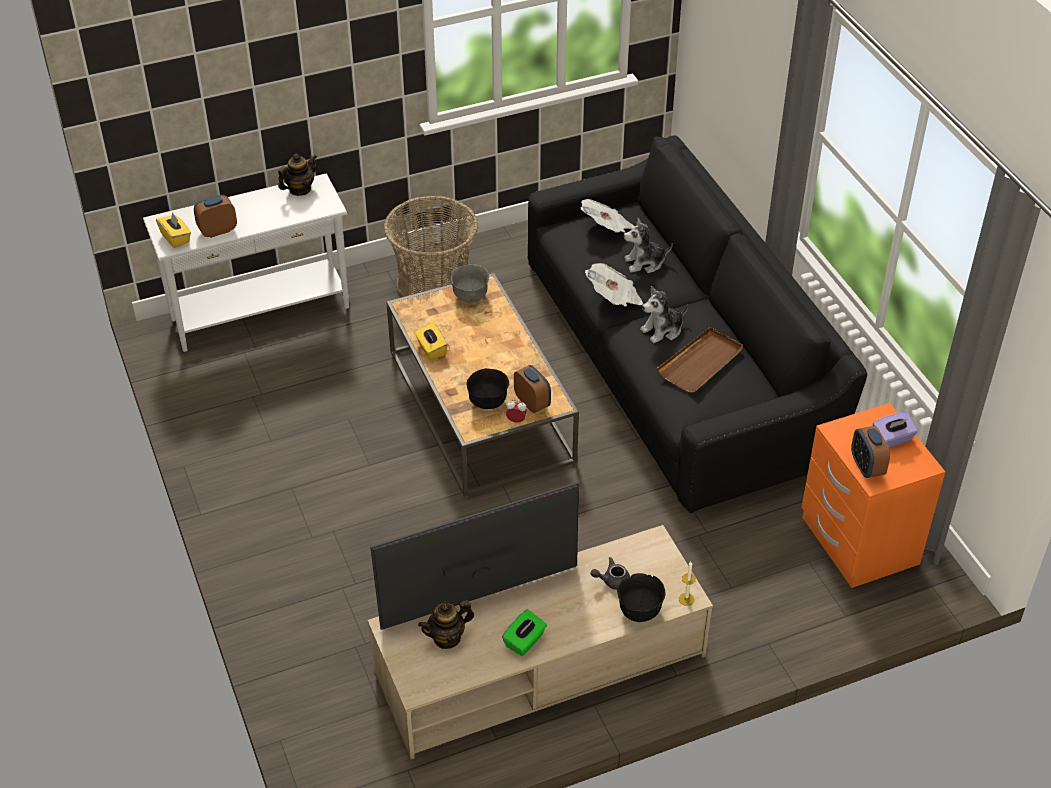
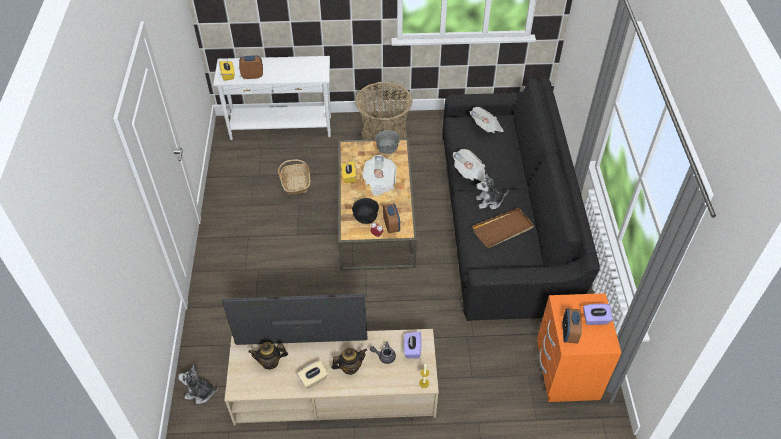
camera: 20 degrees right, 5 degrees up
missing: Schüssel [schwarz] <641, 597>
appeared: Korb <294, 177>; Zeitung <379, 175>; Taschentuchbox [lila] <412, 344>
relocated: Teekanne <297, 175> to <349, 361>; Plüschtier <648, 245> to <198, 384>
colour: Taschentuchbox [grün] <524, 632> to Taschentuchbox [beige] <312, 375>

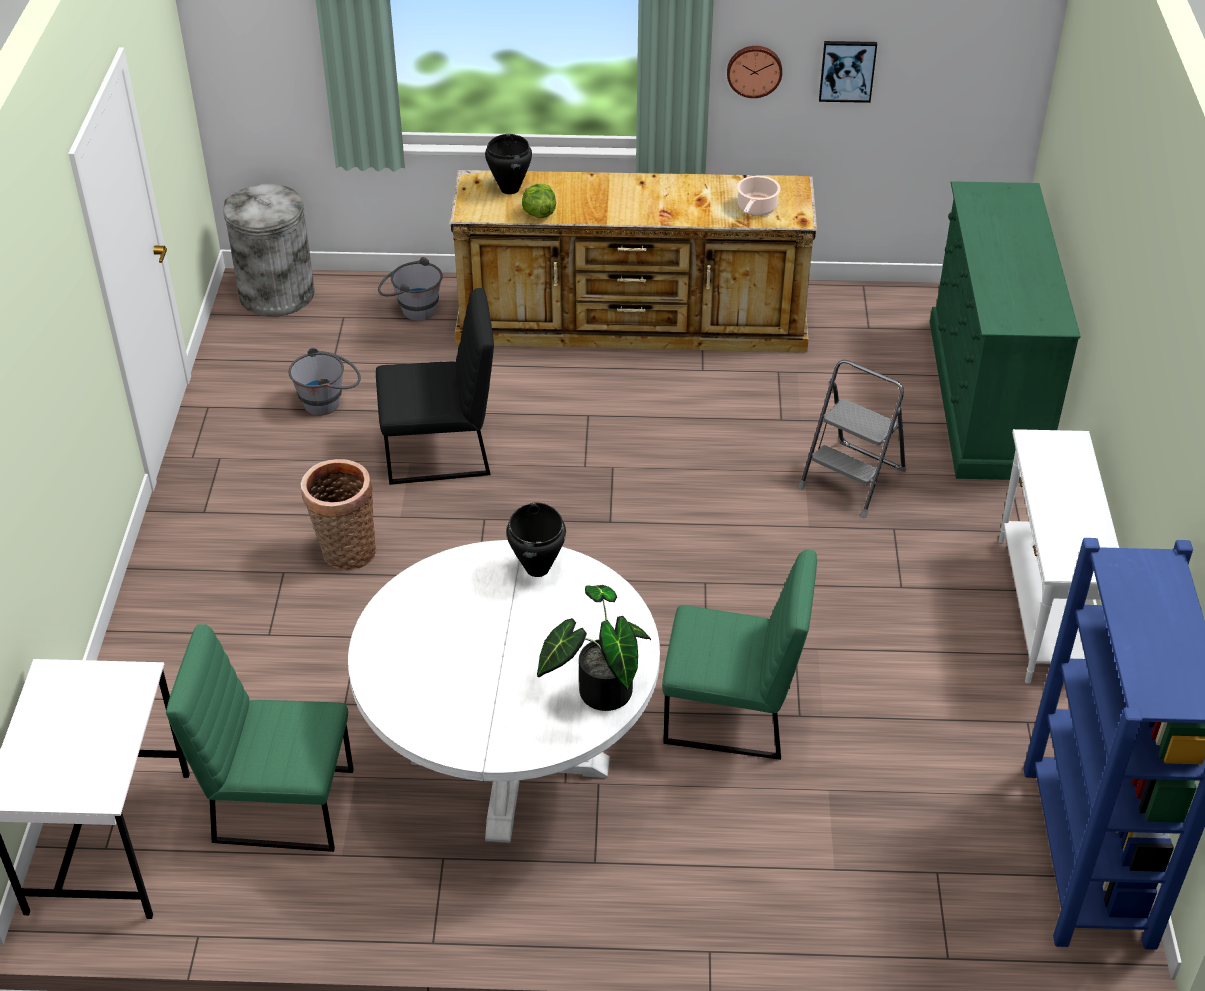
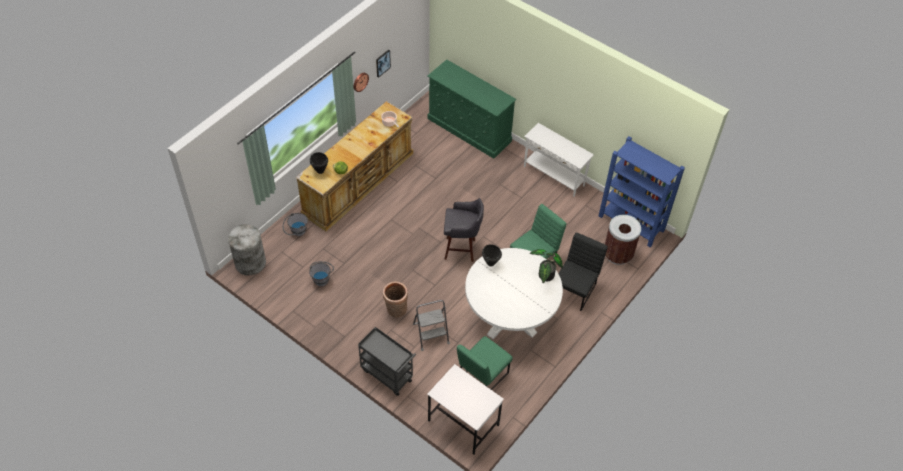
camera: 55 degrees left, 10 degrees up
appeared: Rollwagen [grau] <387, 361>; Hocker [grau] <464, 230>; Mülleimer [braun] <623, 240>
relocated: Stuhl [schwarz] <435, 386> to <583, 271>; Trittleiter [grau] <851, 439> to <431, 325>

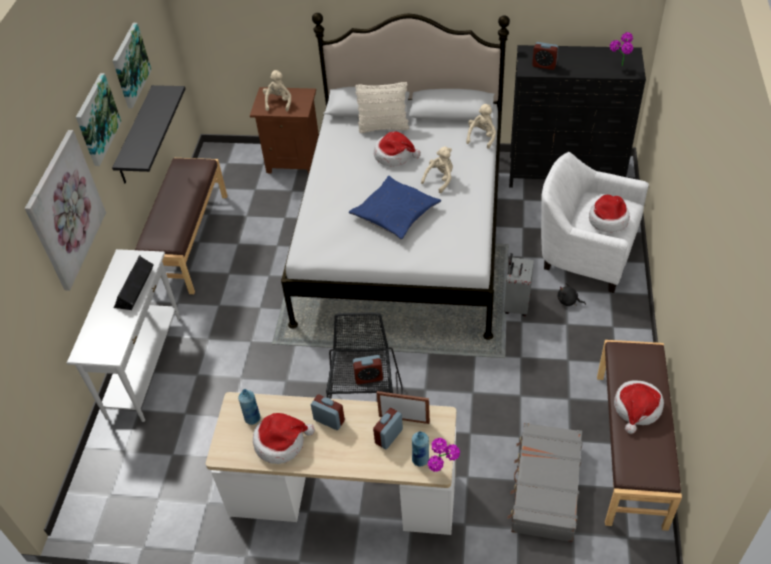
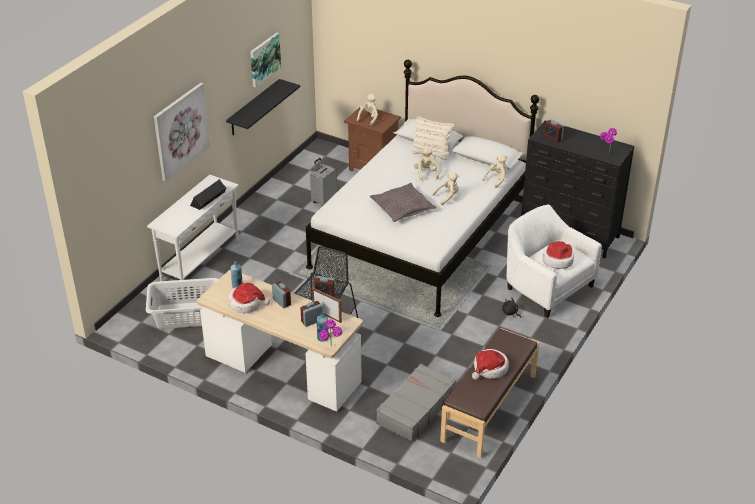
camera: 20 degrees right, 10 degrees down
missing: Bild <99, 119>; Bank [braun] <181, 226>
appeared: Wäschekorb [grau] <182, 303>
relocated: Koffer [grau] <519, 284> to <323, 182>
exchanged: Hut <397, 148> to Plüschtier [beige] <427, 163>
colour: Kissen [blau] <395, 208> to Kissen [grau] <403, 202>

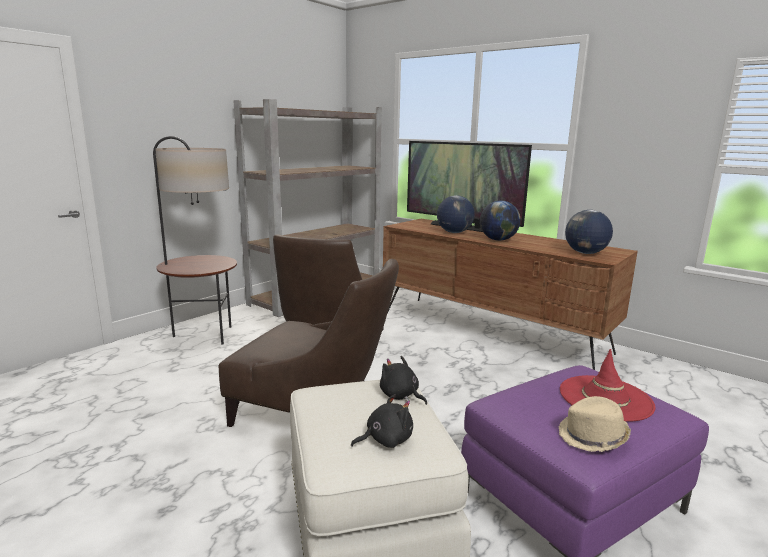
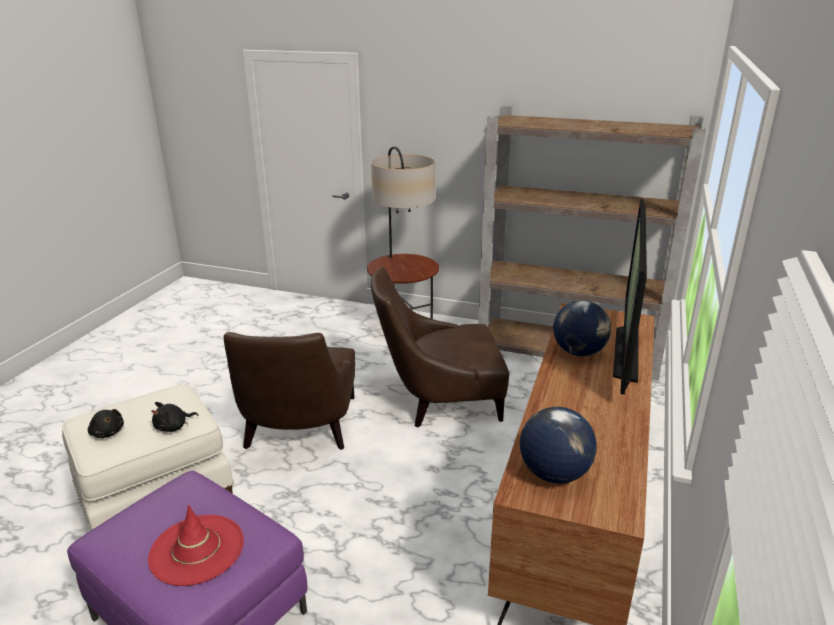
camera: 70 degrees right, 10 degrees up
missing: Globus <500, 221>; Hut [beige] <595, 424>
spun: Plüschtier [schwarz] <403, 380> = <174, 417> 150 degrees counterclockwise

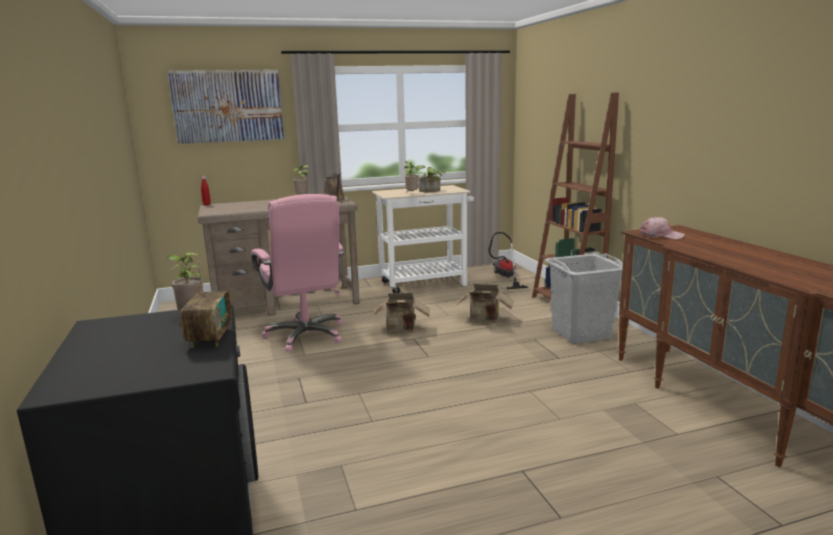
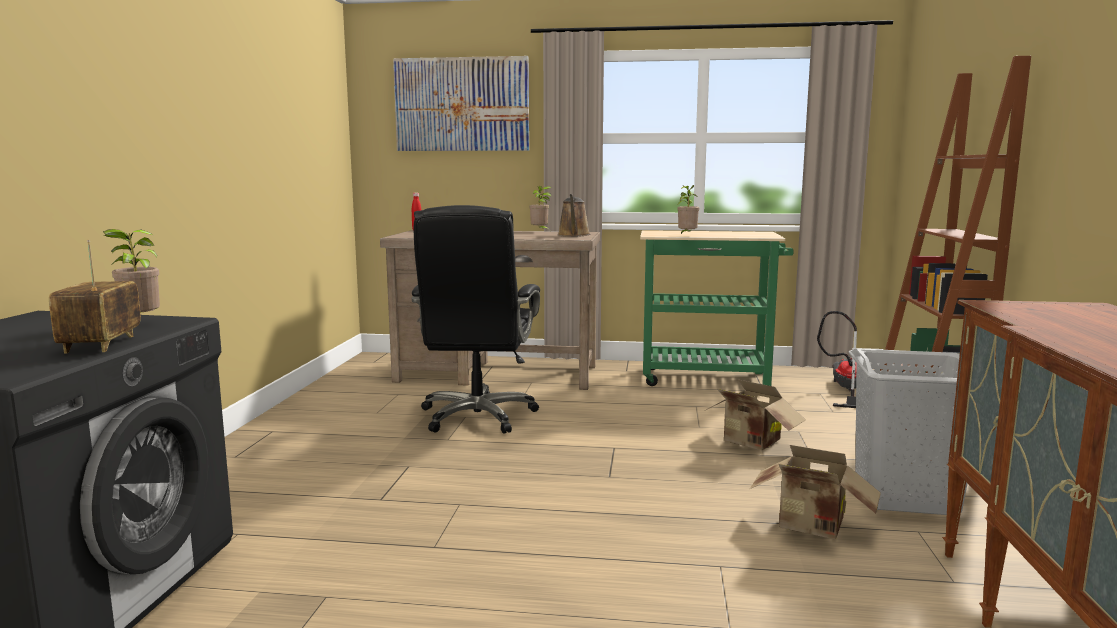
camera: 25 degrees right, 5 degrees down
missing: Topfpflanze <430, 178>; Kappe [rosa] <662, 228>
relocated: Karton <400, 313> to <815, 492>
colour: Bürostuhl [rosa] <297, 273> to Bürostuhl [schwarz] <476, 319>; Rollwagen [weiß] <423, 239> to Rollwagen [grün] <717, 308>
spun: Radio <206, 304> = <95, 297> 150 degrees clockwise

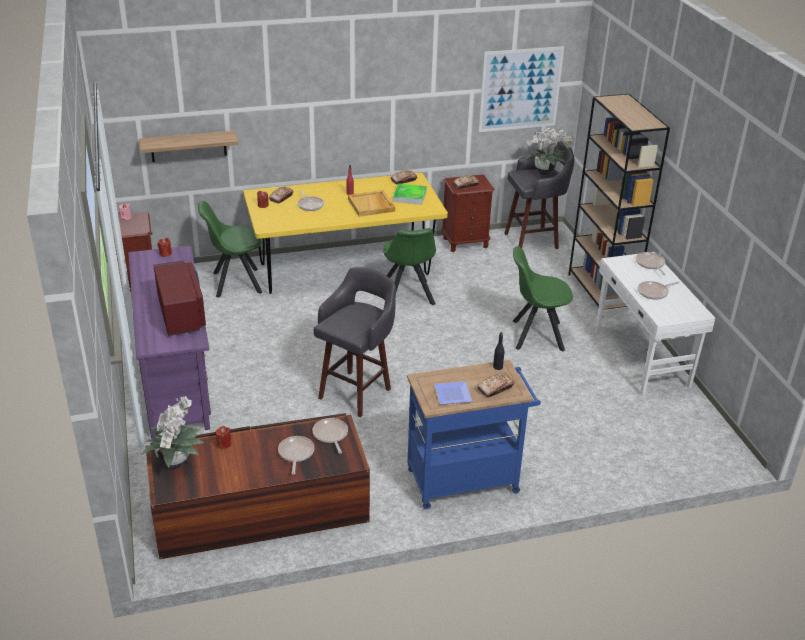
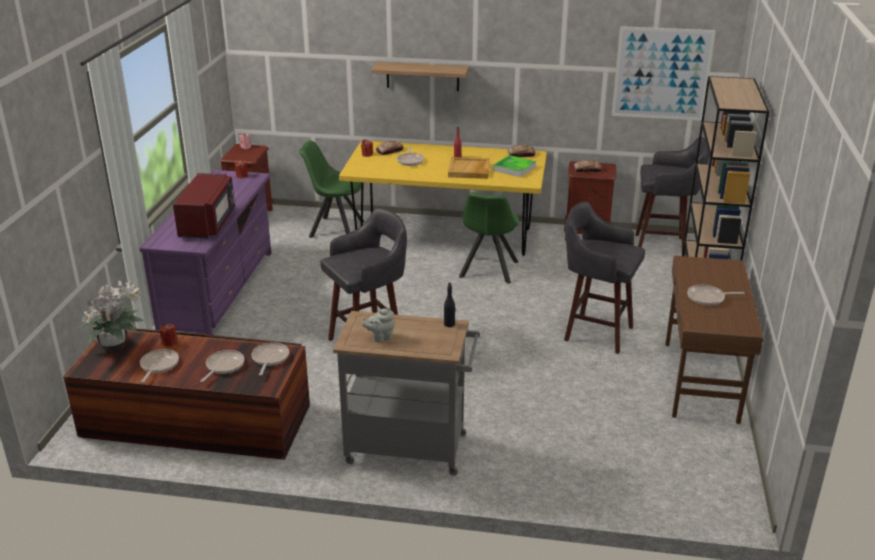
camera: 25 degrees right, 5 degrees down
missing: Brot <495, 385>; Topfpflanze <550, 151>
relocated: Wandregal <188, 146> to <420, 76>; Pfanne <651, 263> to <159, 366>
exchanged: Teller <453, 393> to Teekanne [grau] <378, 325>; Stuhl [grün] <543, 299> to Hocker [grau] <604, 277>
colour: Rollwagen [blau] <474, 434> to Rollwagen [grau] <406, 393>; Konsolentisch [weiß] <655, 324> to Konsolentisch [braun] <715, 340>

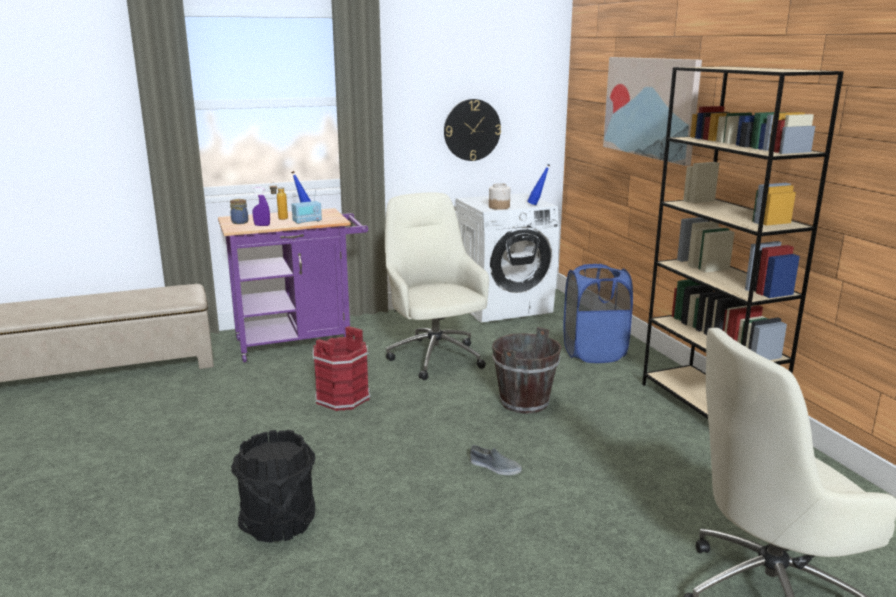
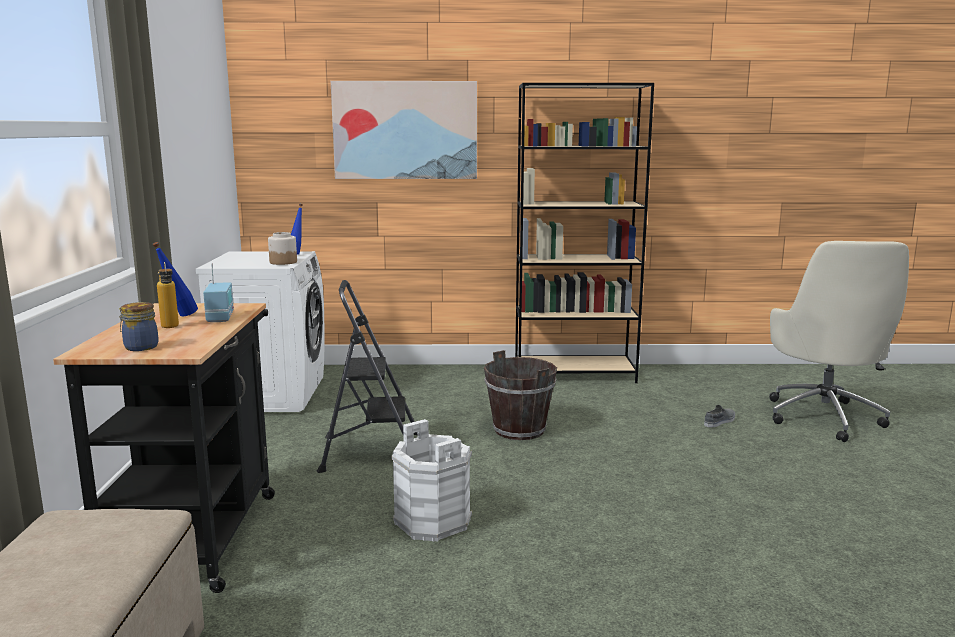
camera: 70 degrees left, 5 degrees down
missing: Eimer [schwarz] <273, 486>; Sprühflasche [lila] <261, 206>; Wanduhr <472, 130>; Wäschekorb [blau] <598, 313>
relocated: Schuh [grau] <495, 460> to <719, 416>
exchanged: Bürostuhl [beige] <437, 286> to Trittleiter [schwarz] <367, 376>
colour: Rollwagen [lila] <293, 285> to Rollwagen [schwarz] <164, 448>; Eimer [rot] <342, 368> to Eimer [weiß] <431, 480>

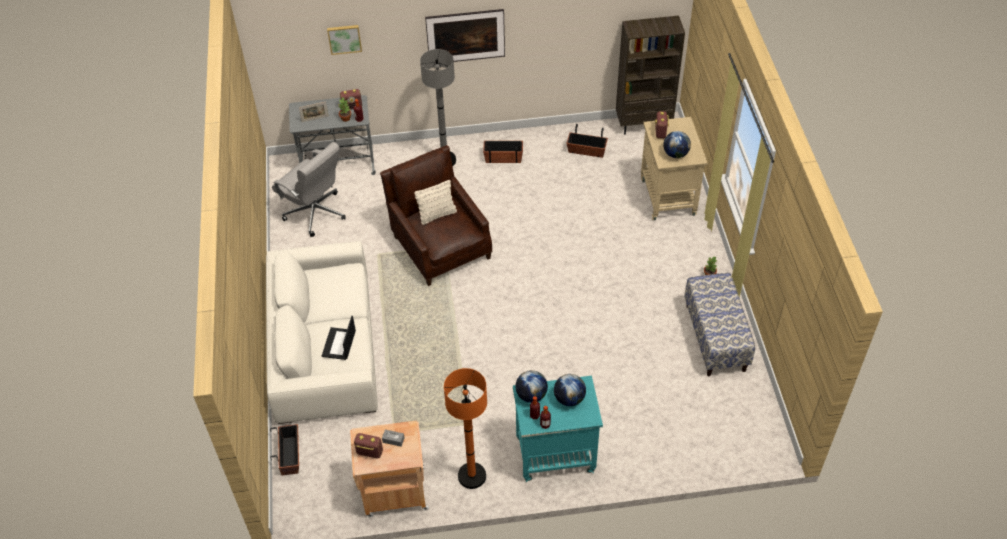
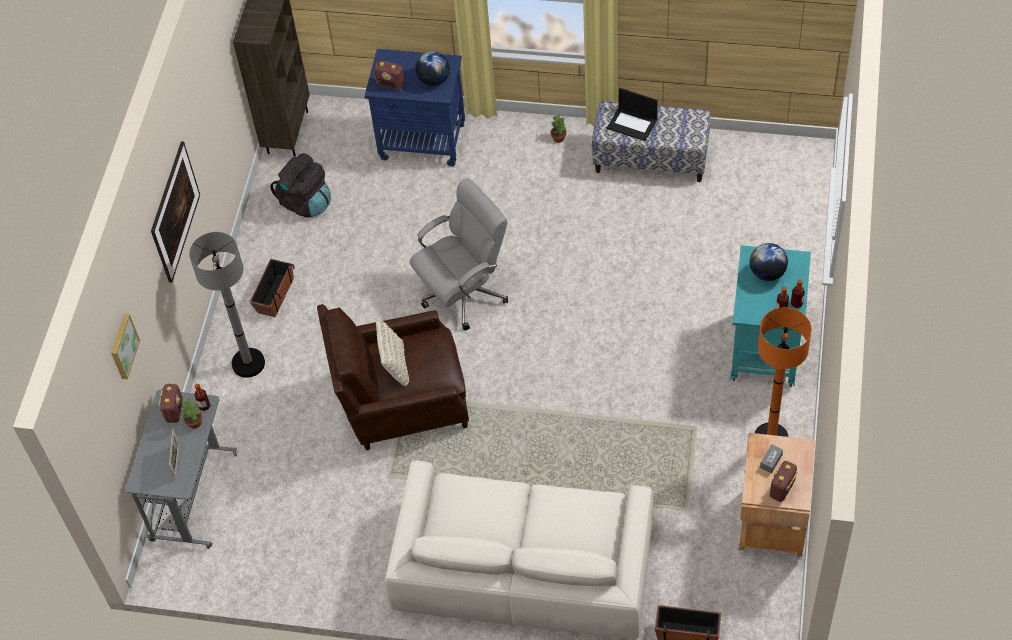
camera: 70 degrees left, 5 degrees up
missing: Globus <532, 386>
relocated: Bürostuhl [grau] <308, 189> to <459, 254>; Laptop <339, 338> to <632, 114>
exchanged: Pflanzkübel <587, 141> to Rucksack [schwarz] <300, 185>
colour: Rollwagen [beige] <674, 168> to Rollwagen [blau] <414, 108>

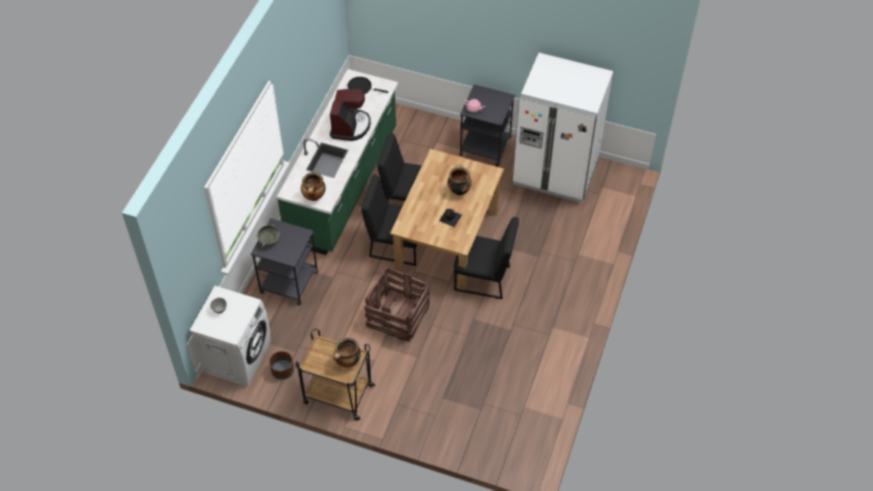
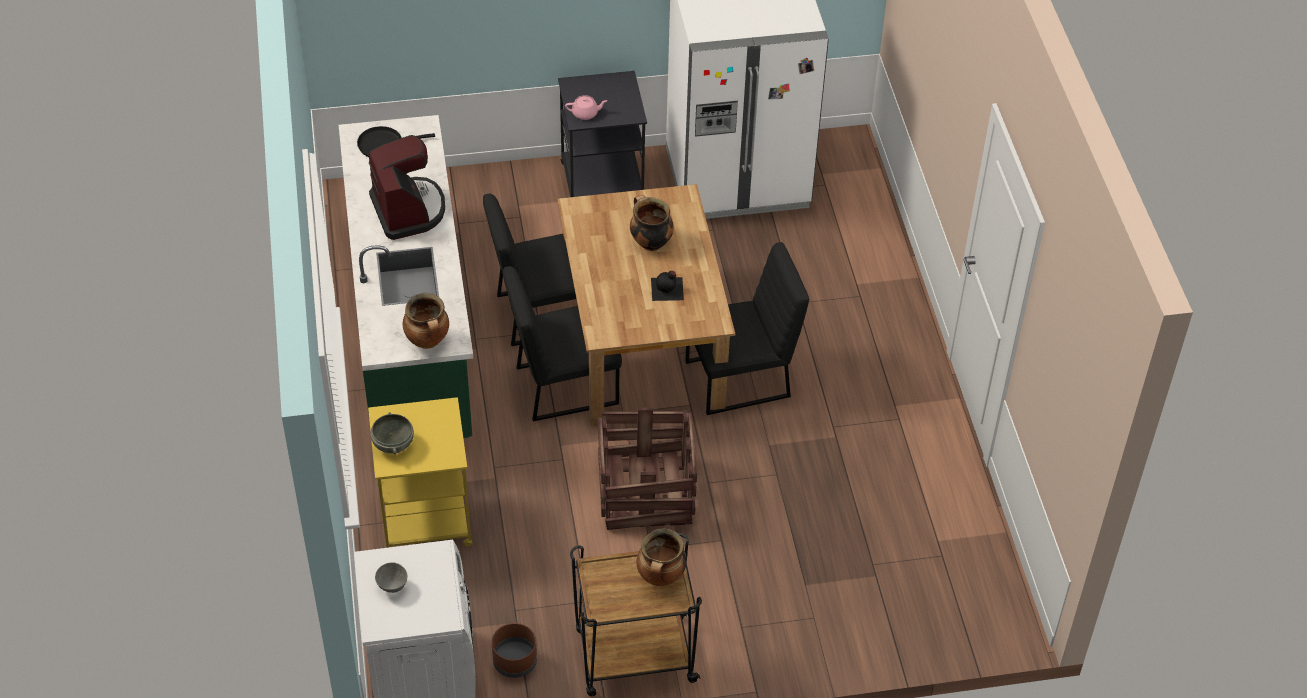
camera: 30 degrees left, 5 degrees down
colour: Rollwagen [schwarz] <284, 261> to Rollwagen [gelb] <420, 472>

